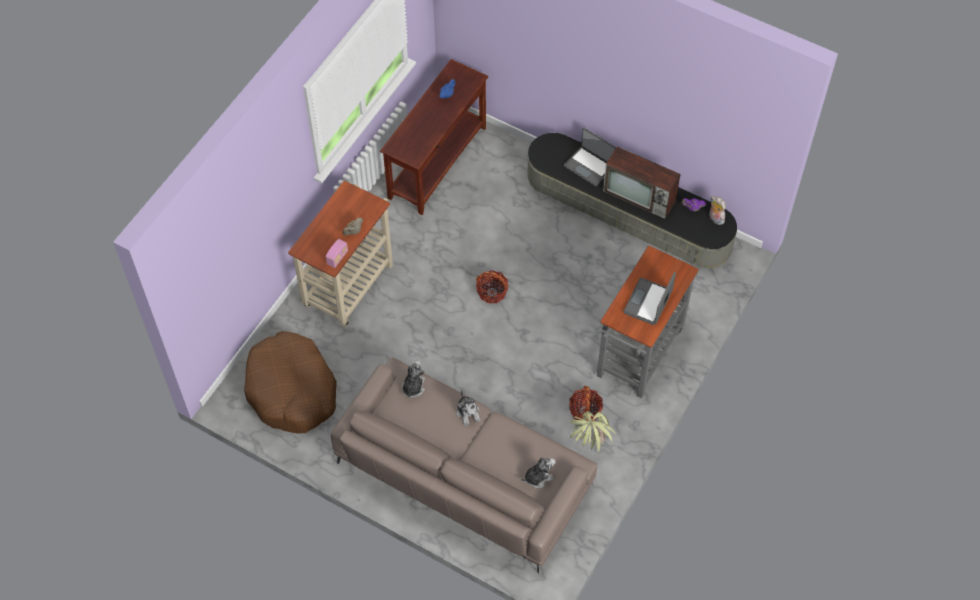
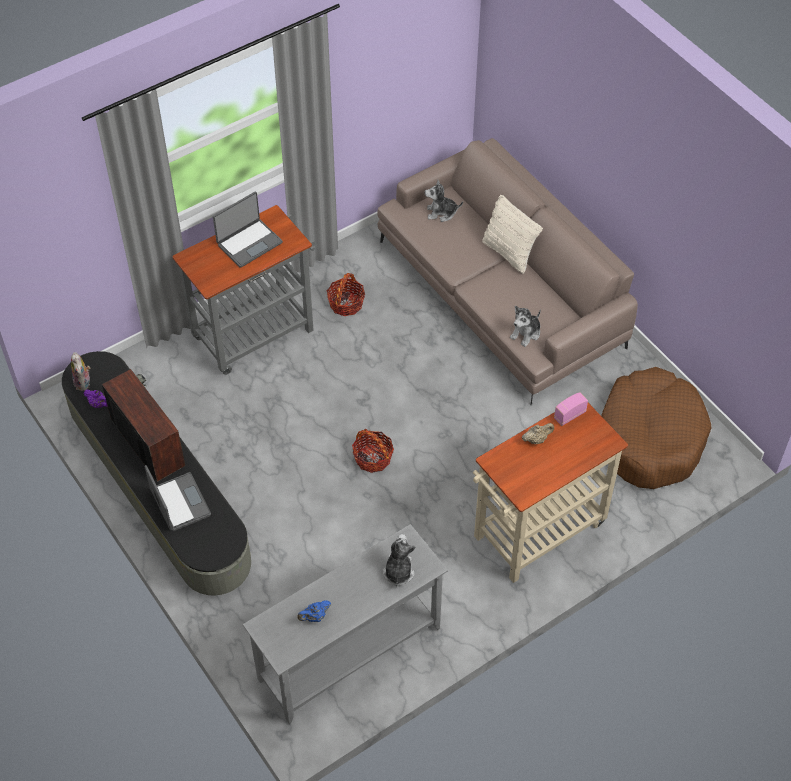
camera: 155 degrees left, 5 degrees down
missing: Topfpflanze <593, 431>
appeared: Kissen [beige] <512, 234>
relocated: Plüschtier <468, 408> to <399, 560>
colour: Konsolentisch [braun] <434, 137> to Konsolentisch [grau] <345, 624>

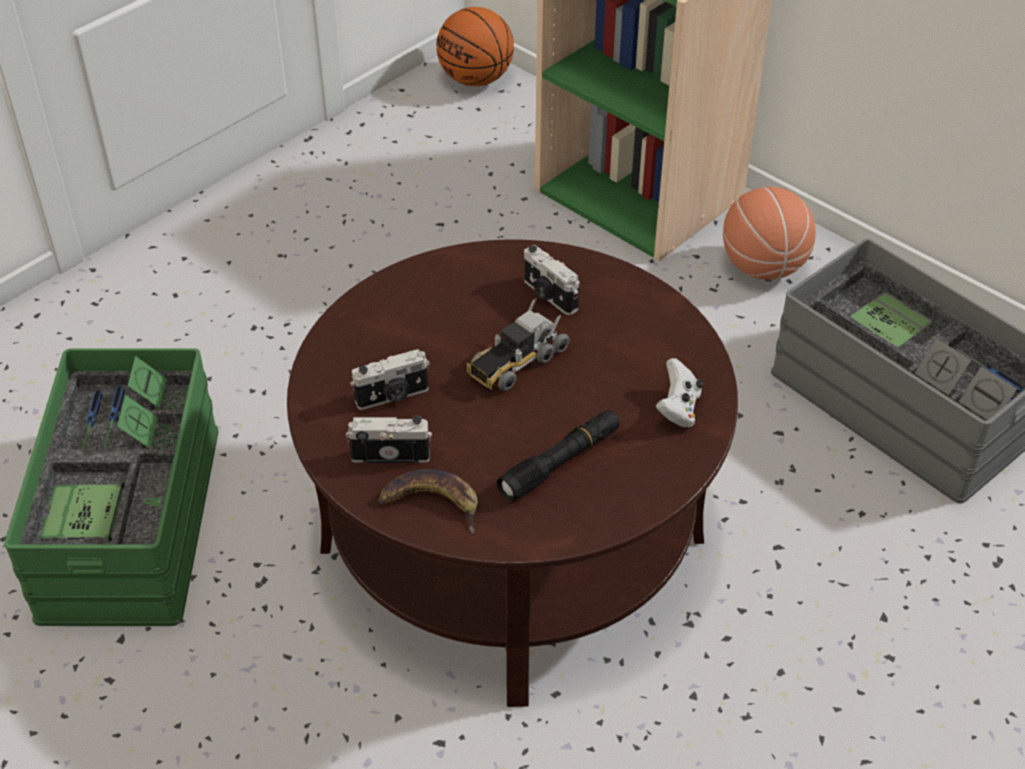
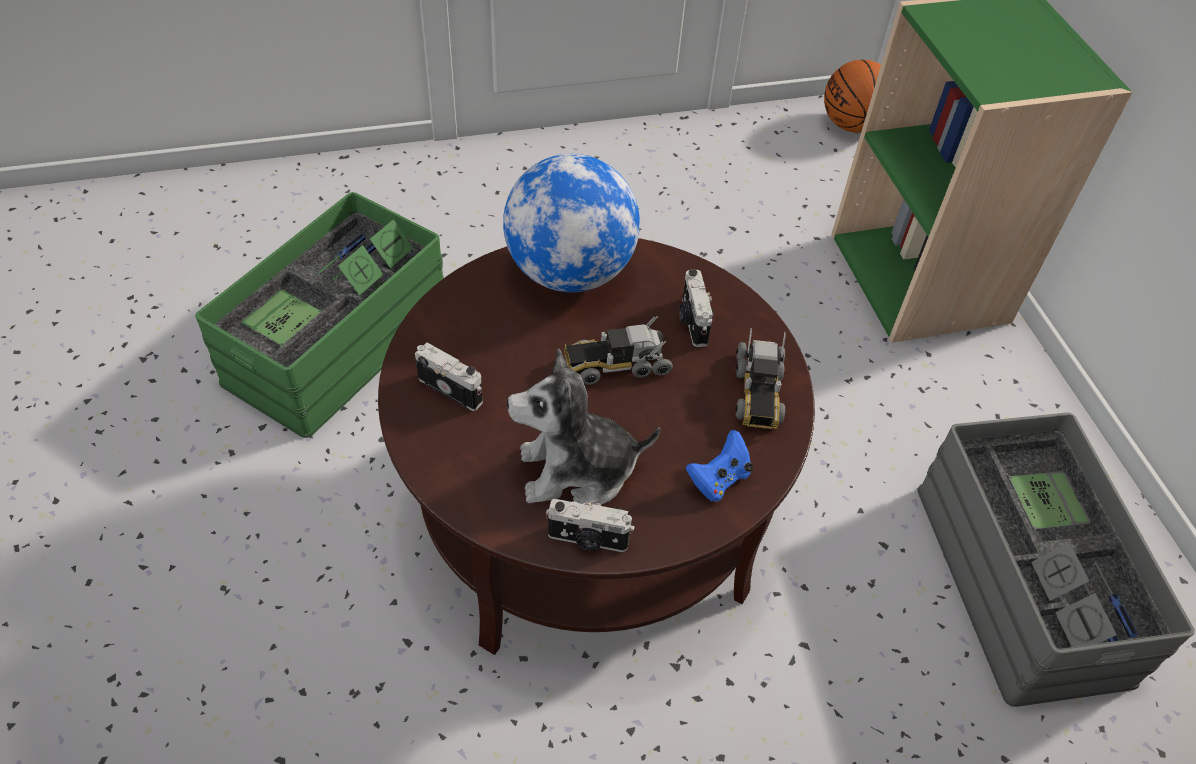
camera: 30 degrees right, 5 degrees up
missing: Banane <428, 501>; Basketball <769, 233>
appeared: Globus <571, 223>; Spielzeuglaster <760, 378>
relocated: Kamera <390, 379> to <589, 525>
exchanged: Taschenlampe [schwarz] <558, 455> to Plüschtier <584, 427>
colour: Gamepad [weiß] <679, 392> to Gamepad [blau] <719, 466>

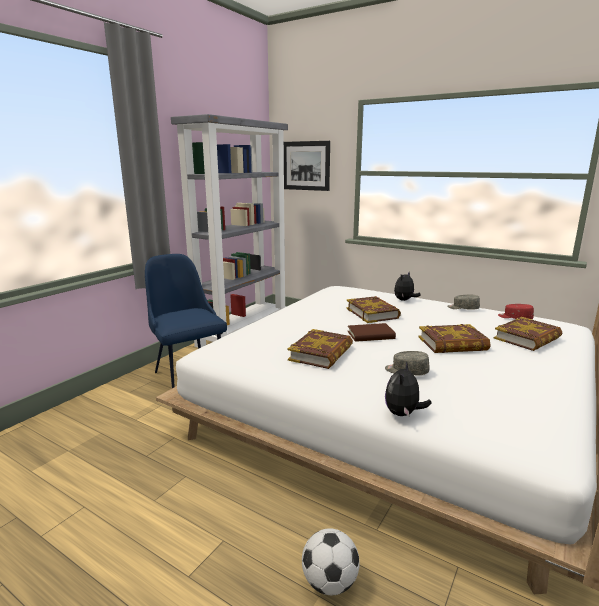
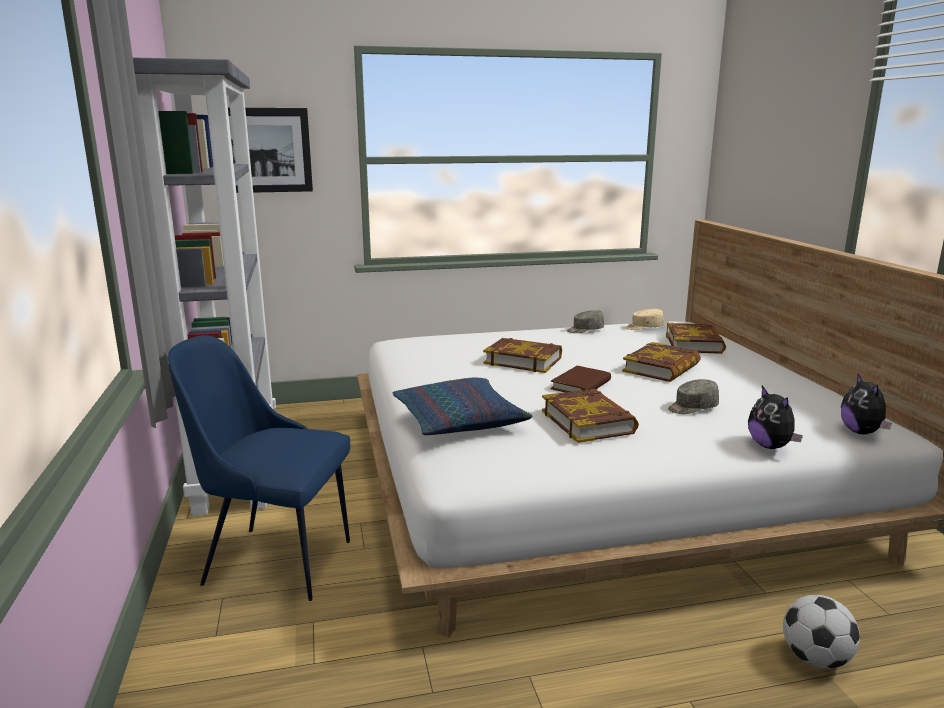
camera: 45 degrees left, 0 degrees up
appeared: Kissen [blau] <462, 406>
relocated: Plüschtier <407, 286> to <866, 404>
colour: Kappe [rot] <516, 311> to Kappe [beige] <644, 319>

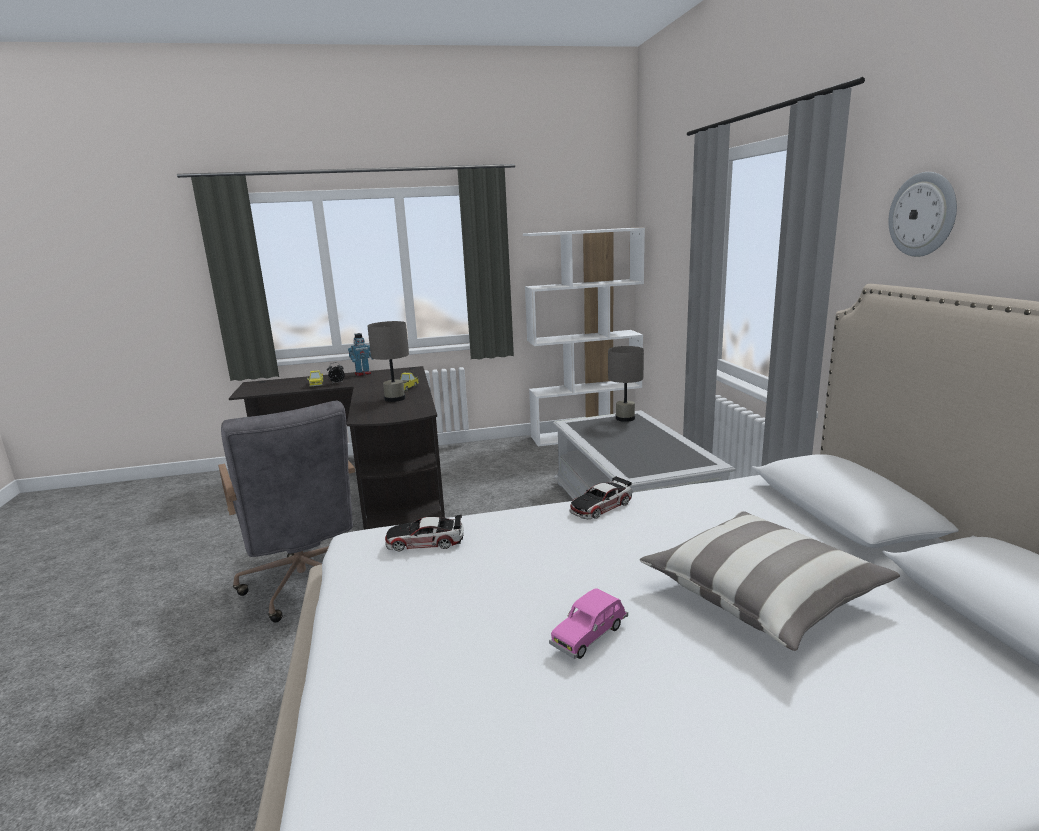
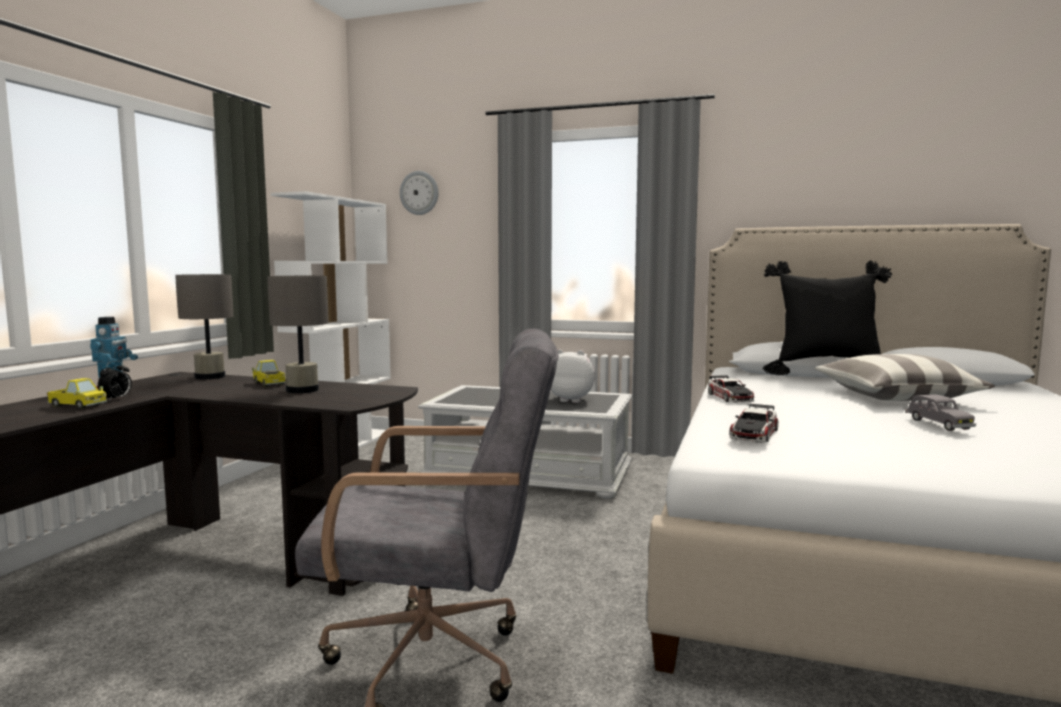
camera: 60 degrees left, 10 degrees down
appeared: Plüschtier <573, 376>; Kissen [schwarz] <827, 317>
relocated: Tischlampe [grau] <626, 384> to <204, 326>; Wanduhr <922, 214> to <419, 193>
colour: Spielzeugauto [rosa] <588, 623> to Spielzeugauto [grau] <940, 412>

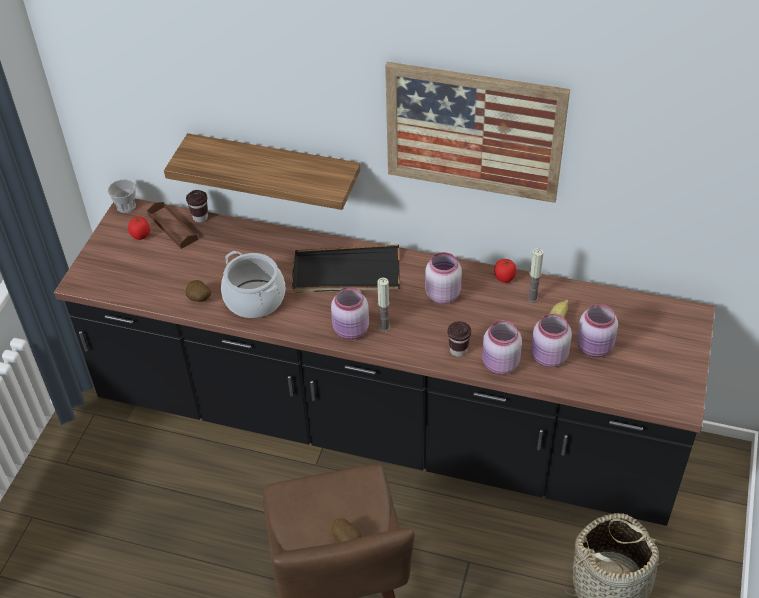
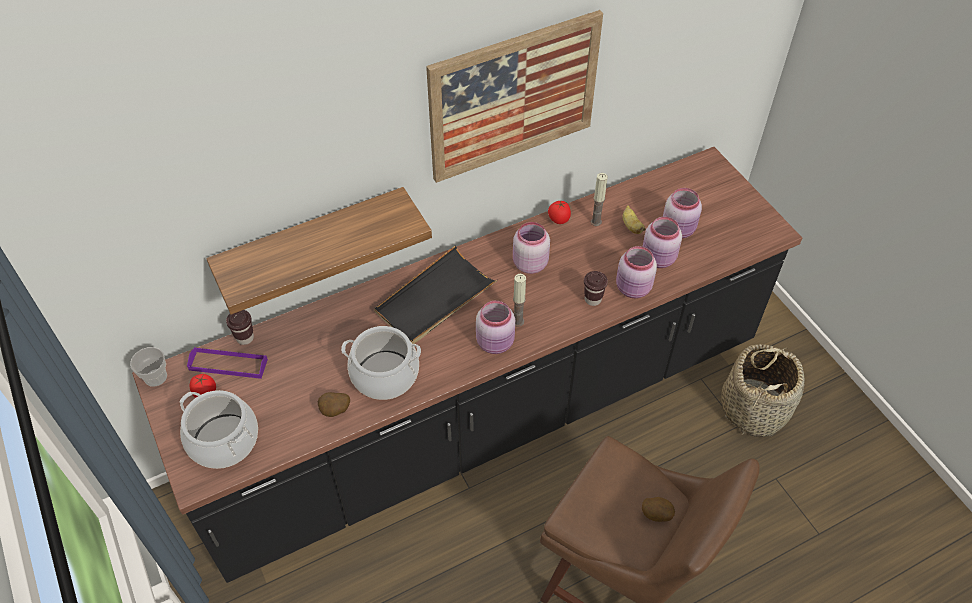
camera: 45 degrees left, 5 degrees up
appeared: Kochtopf <219, 429>
colour: Tablett [braun] <172, 225> to Tablett [lila] <227, 363>

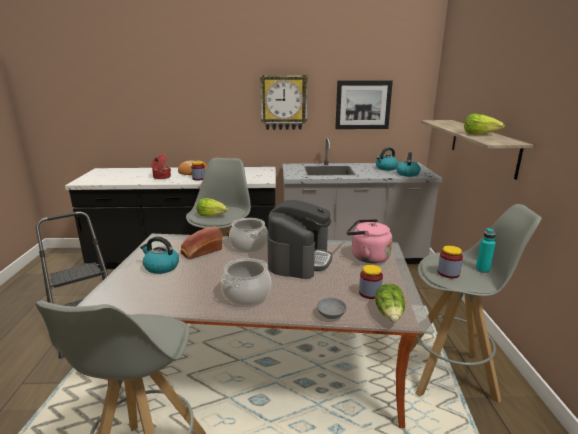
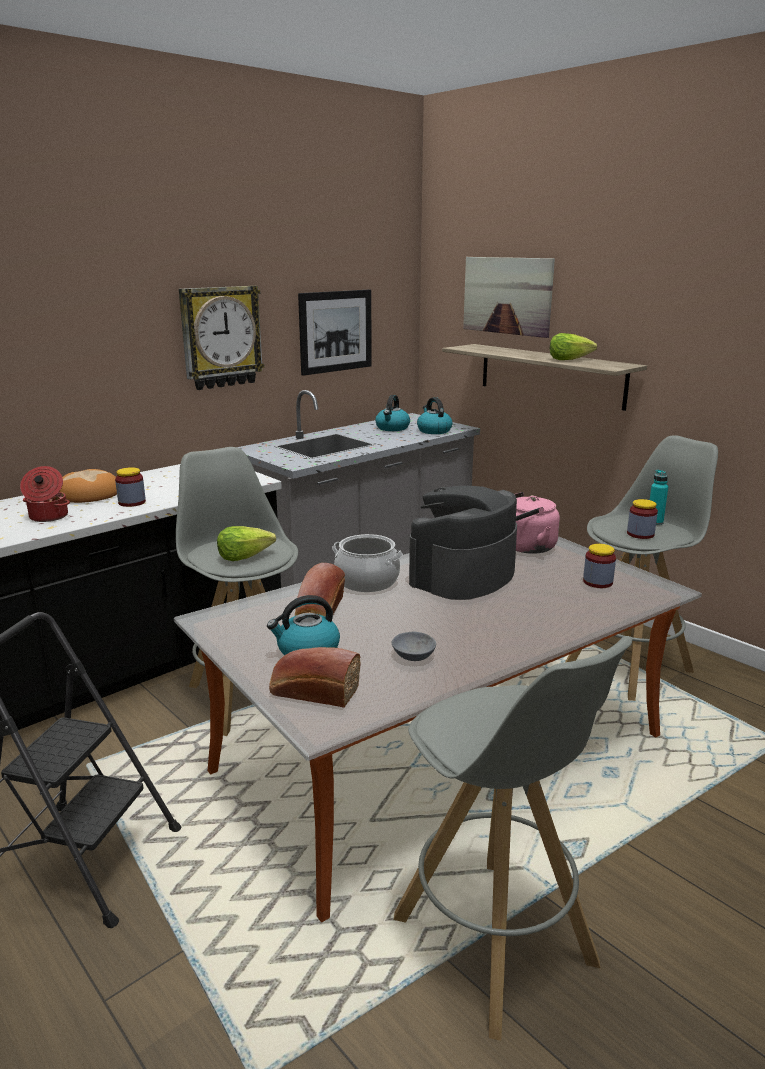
camera: 40 degrees left, 0 degrees up
missing: Kochtopf <246, 282>; Salatkopf <390, 303>
appeared: Brot <315, 677>; Bild <509, 297>
relocated: Schüssel [grau] <332, 308> to <414, 646>
spun: Kaffeemaschine <299, 239> = <463, 543> 120 degrees counterclockwise

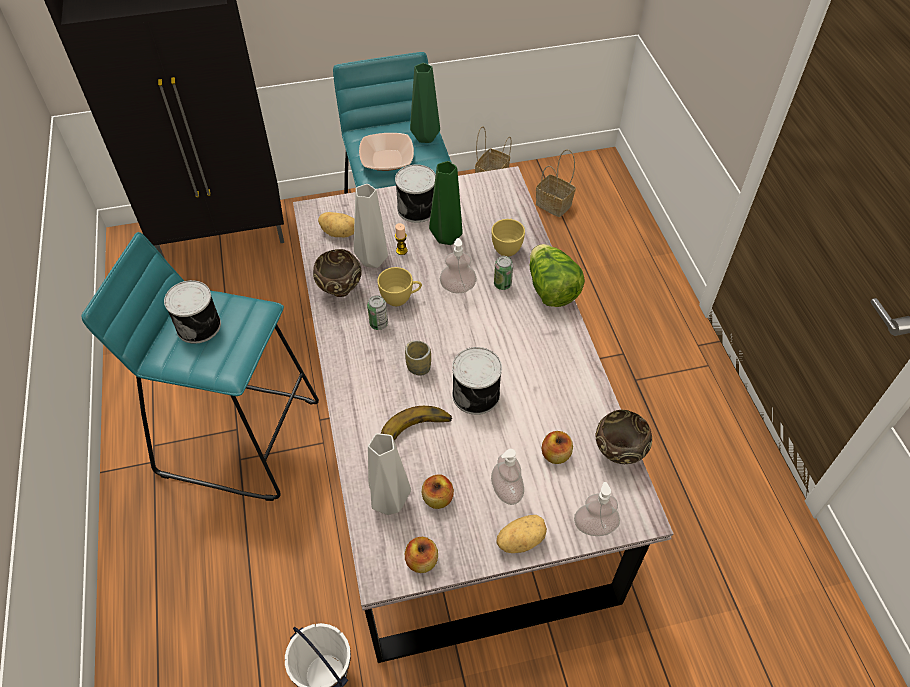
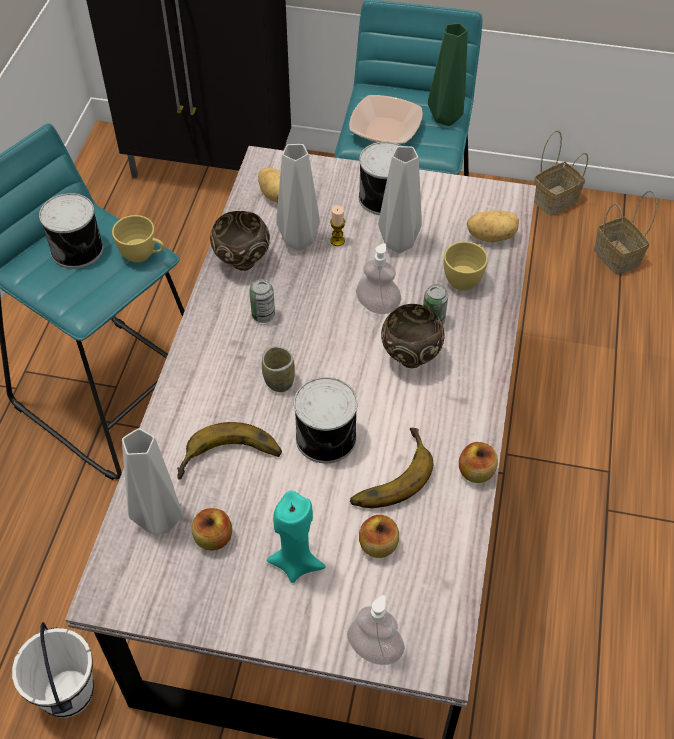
camera: 25 degrees right, 0 degrees up
missing: Salatkopf <557, 275>
appeared: Banane <391, 468>
relocated: Tasse [gelb] <399, 286> to <138, 239>; Apfel <421, 555> to <478, 462>; Kartoffel <521, 534> to <493, 226>; Schüssel [braun] <623, 437> to <413, 336>
exchanged: Seifenspender <507, 477> to Kerze [türkis] <296, 537>
colour: Vase [grün] <446, 203> to Vase [grau] <400, 199>

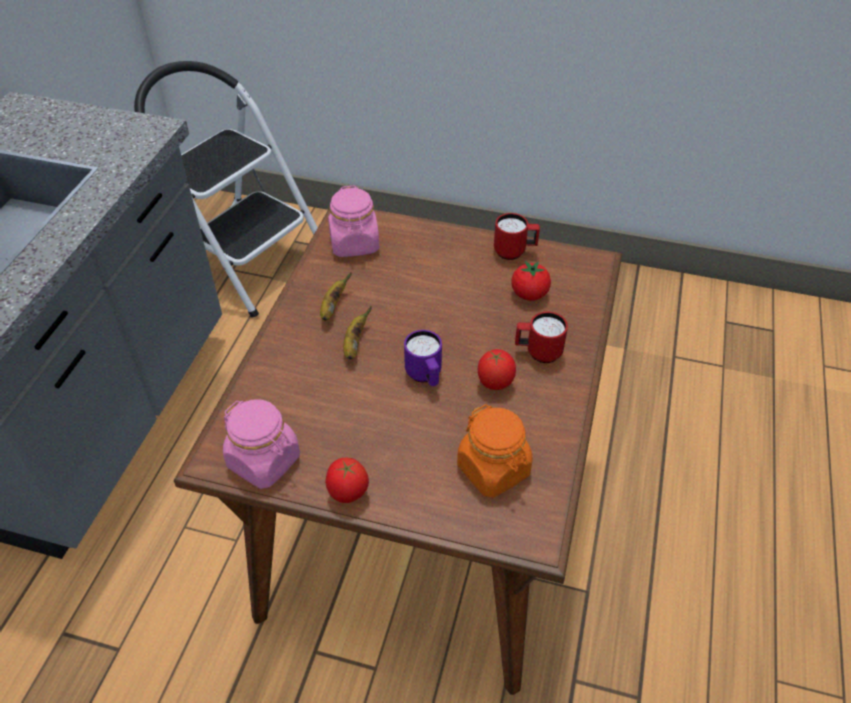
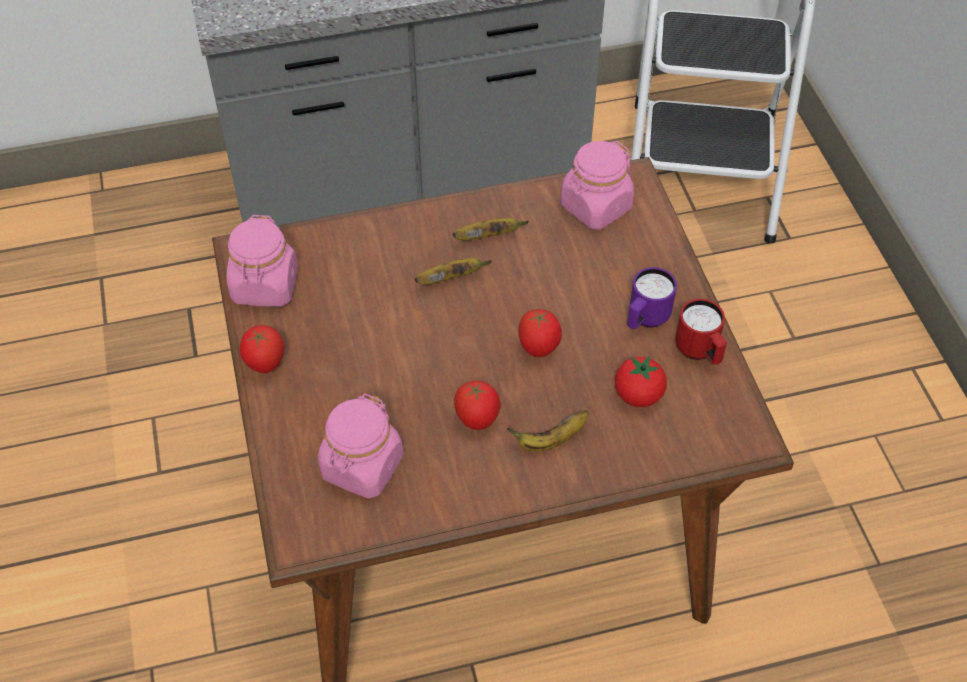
camera: 60 degrees right, 5 degrees up
appeared: Tomate <540, 333>
relocated: Henkelbecher [lila] <423, 358> to <652, 298>
exchanged: Henkelbecher [rot] <541, 337> to Banane <548, 430>
colour: Vorratsglas [orange] <495, 450> to Vorratsglas [rosa] <360, 446>

